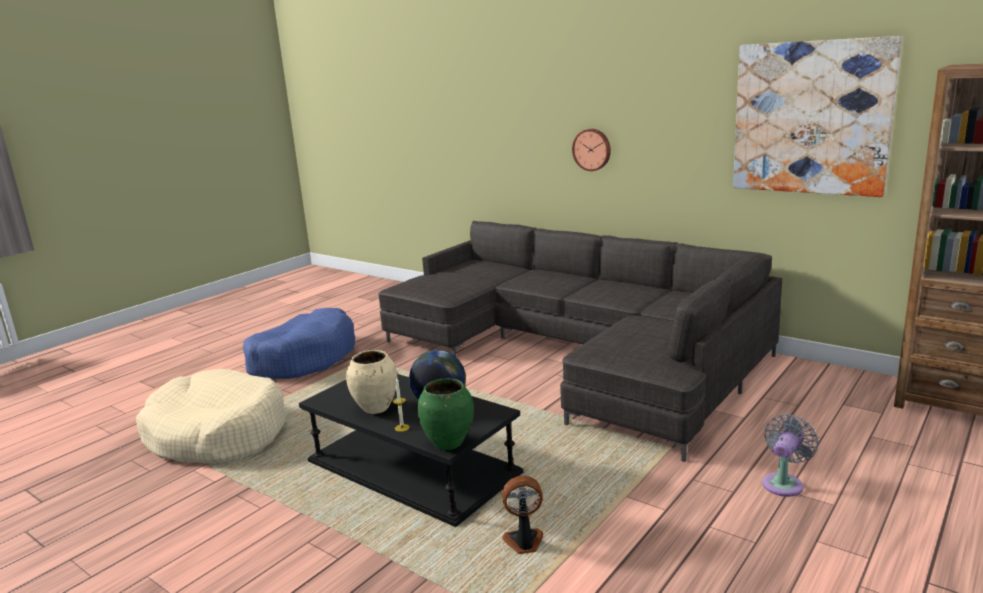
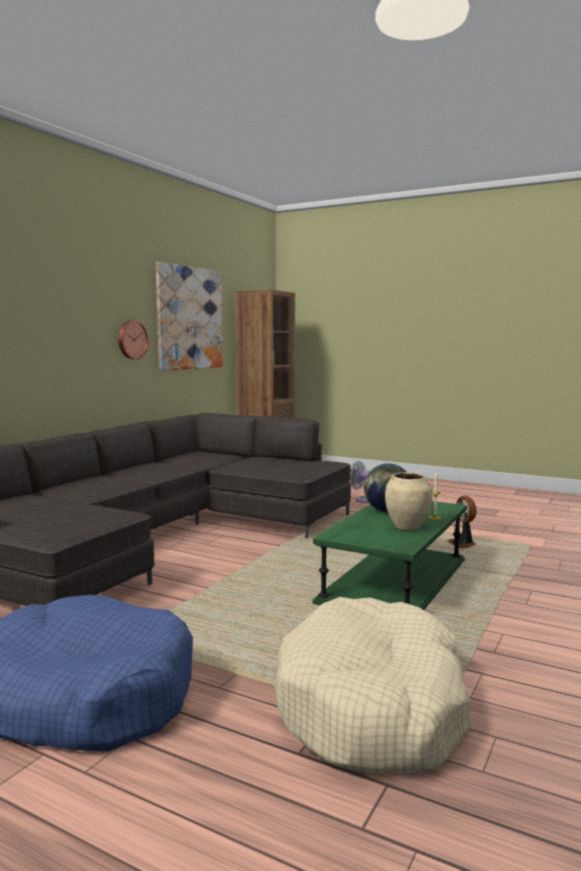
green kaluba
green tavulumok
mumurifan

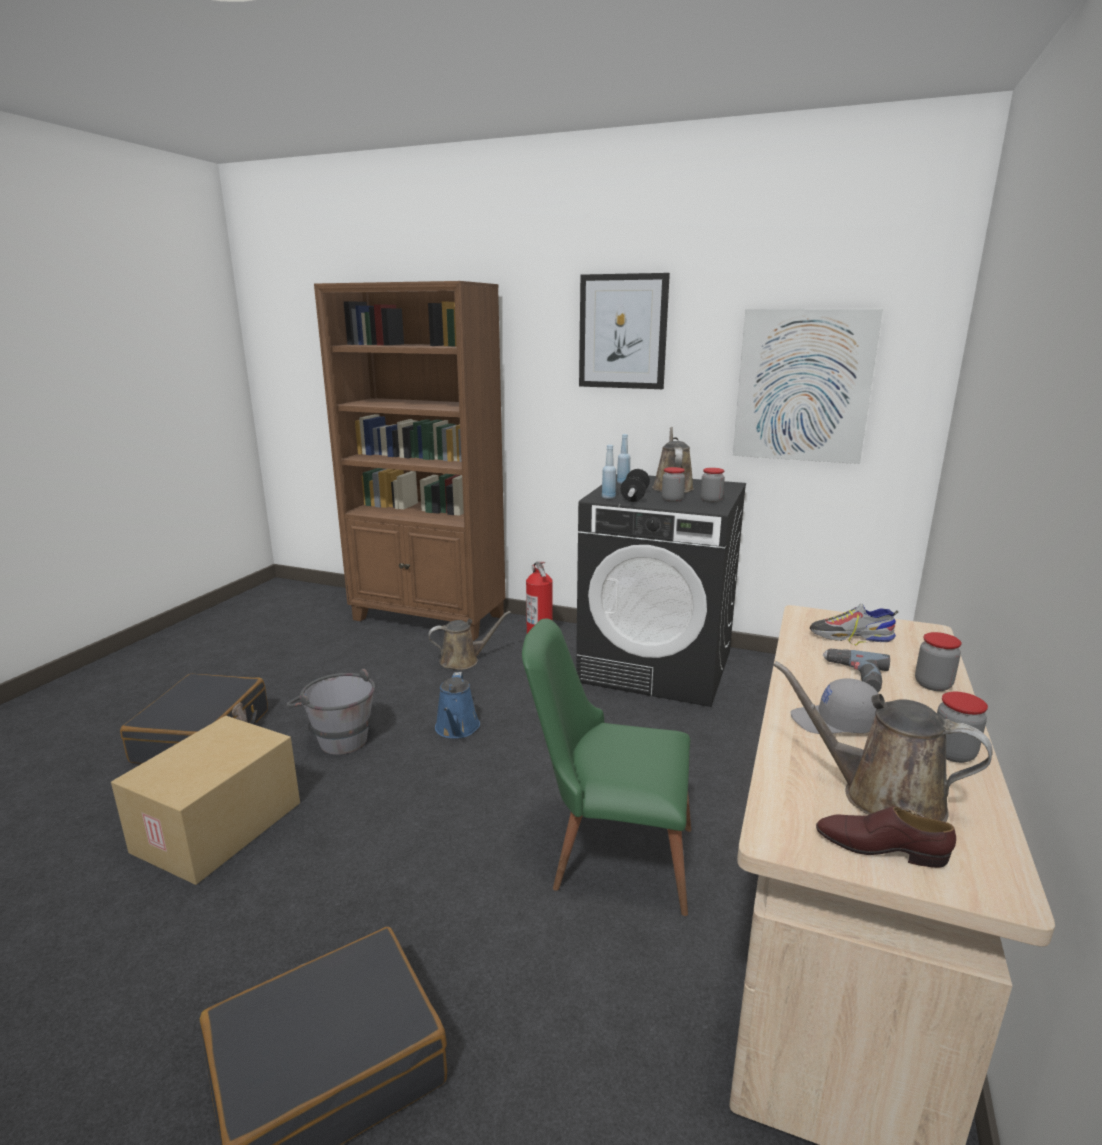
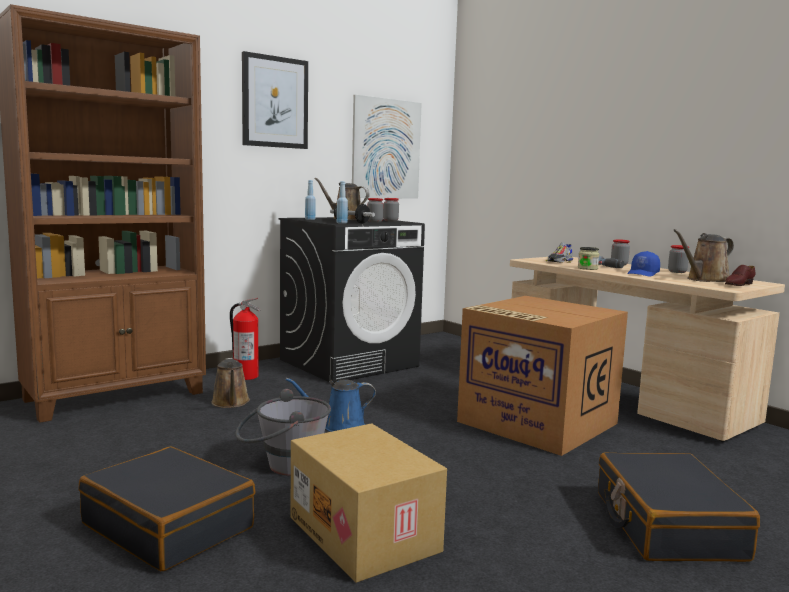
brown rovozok (no. 1 from left)
blue rovozok
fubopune (no. 2 from left)
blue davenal
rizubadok (no. 3 from left)

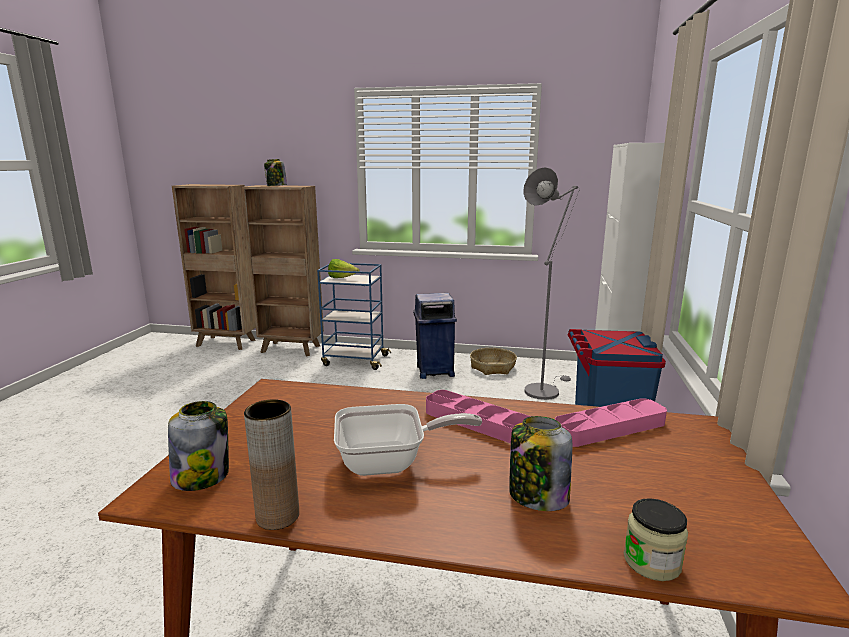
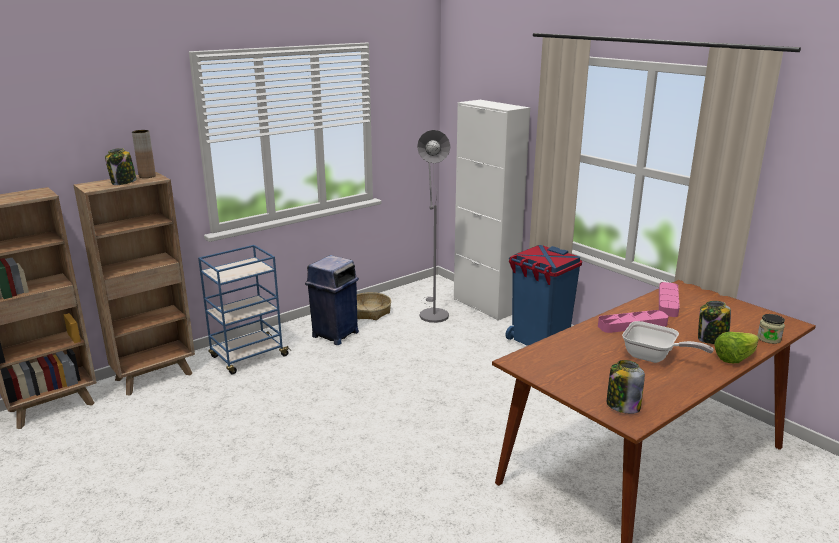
brown tavulumok
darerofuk
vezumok

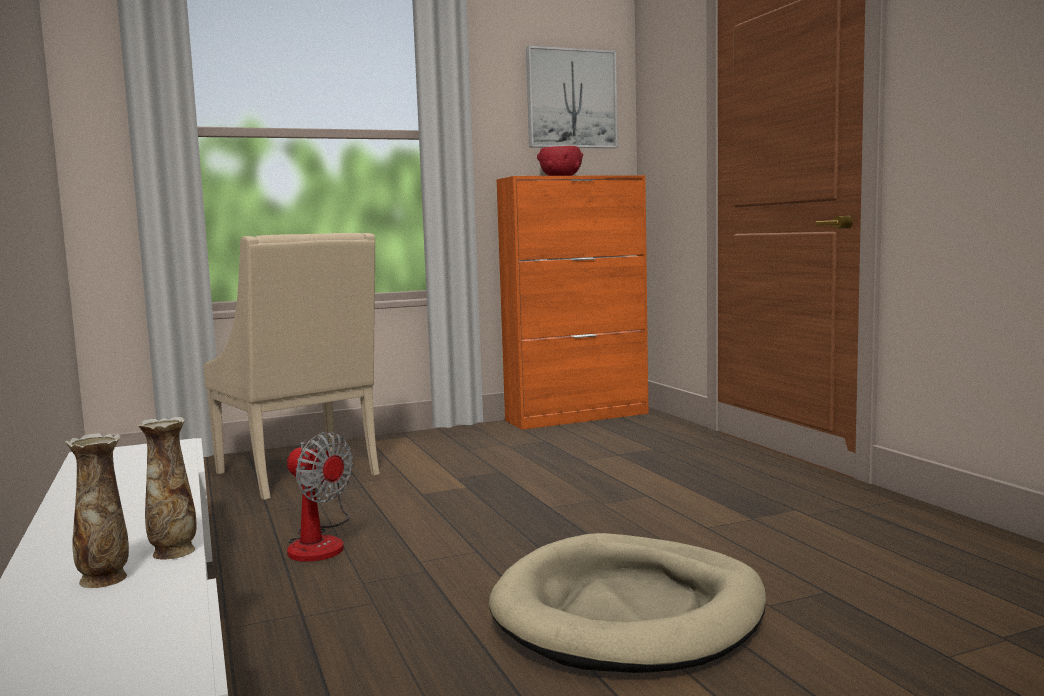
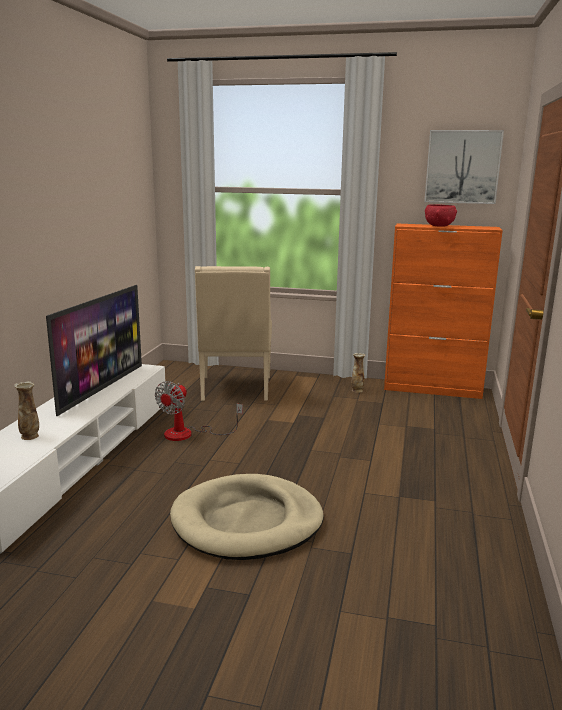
tavulumok (no. 2 from left)
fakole
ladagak

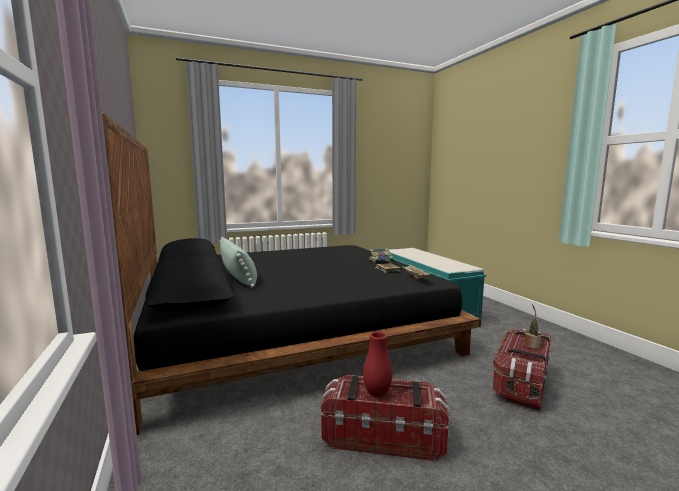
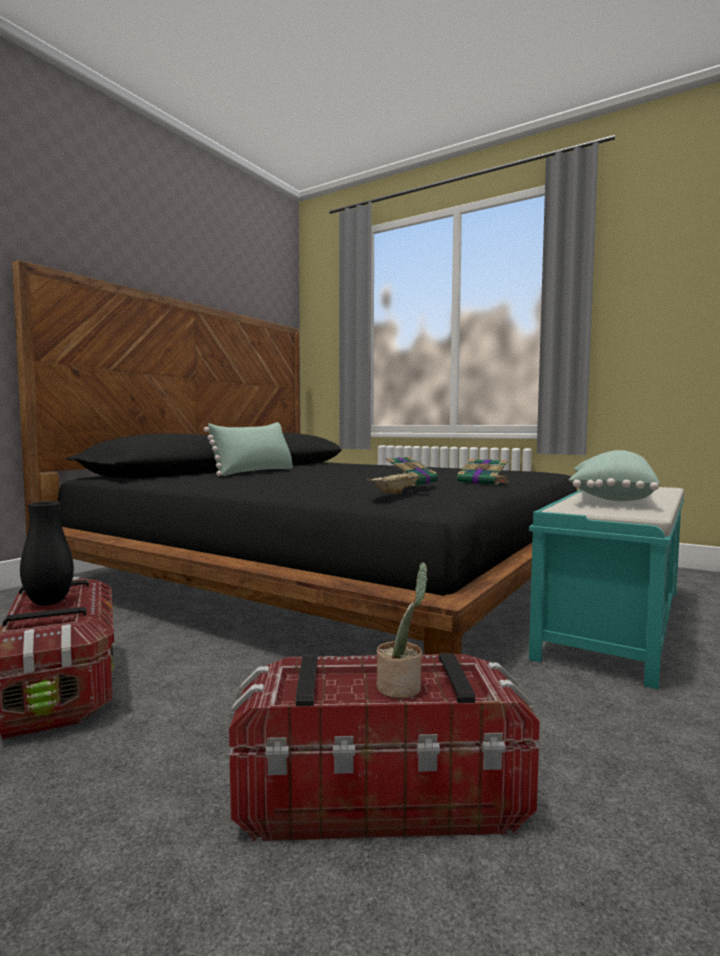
black tavulumok
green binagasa (no. 2 from left)

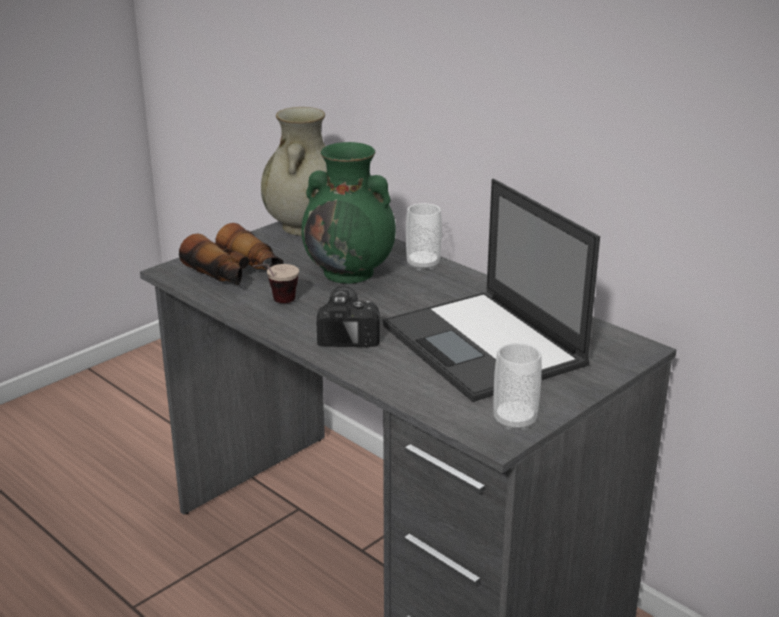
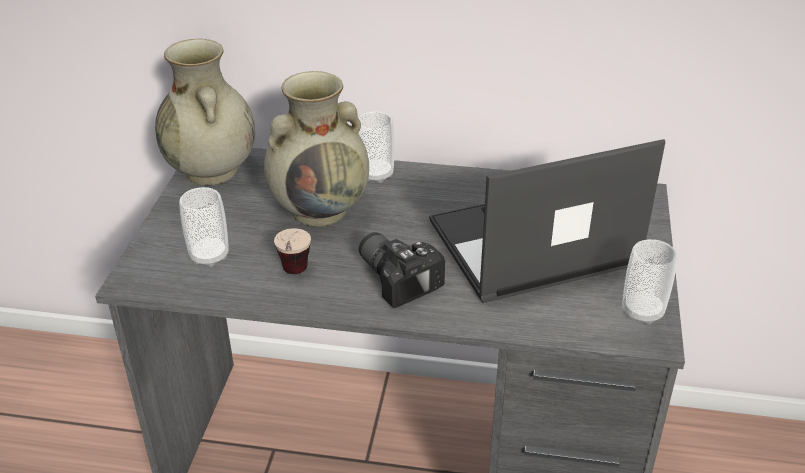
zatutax (no. 1 from left)
beige tavulumok (no. 2 from left)
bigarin

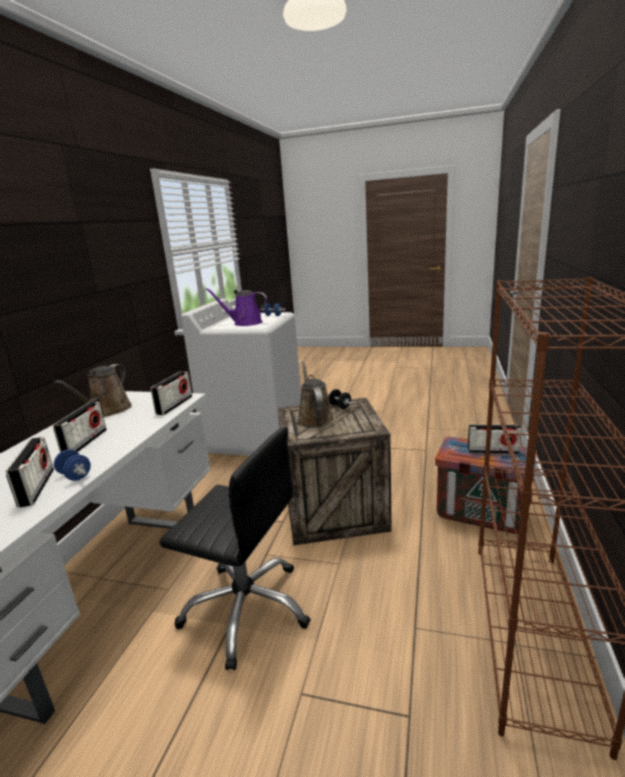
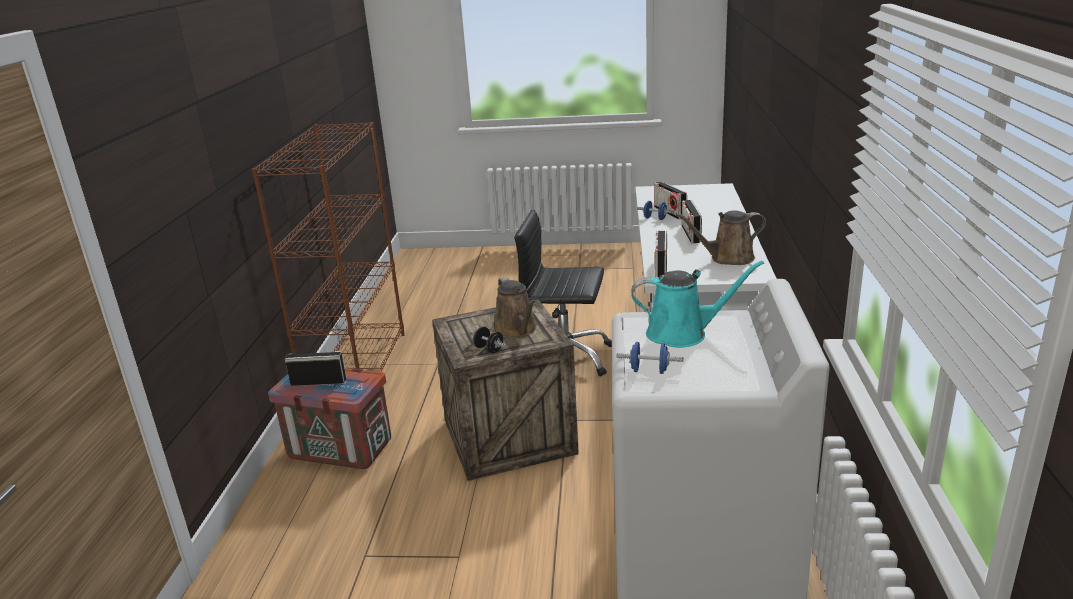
brown rovozok (no. 2 from left)
turquoise rovozok

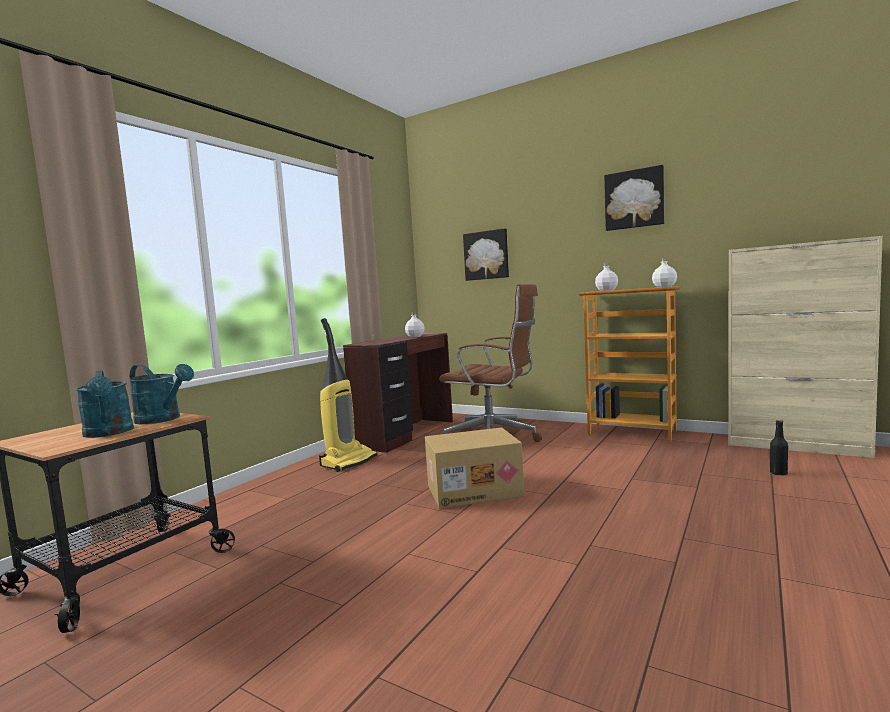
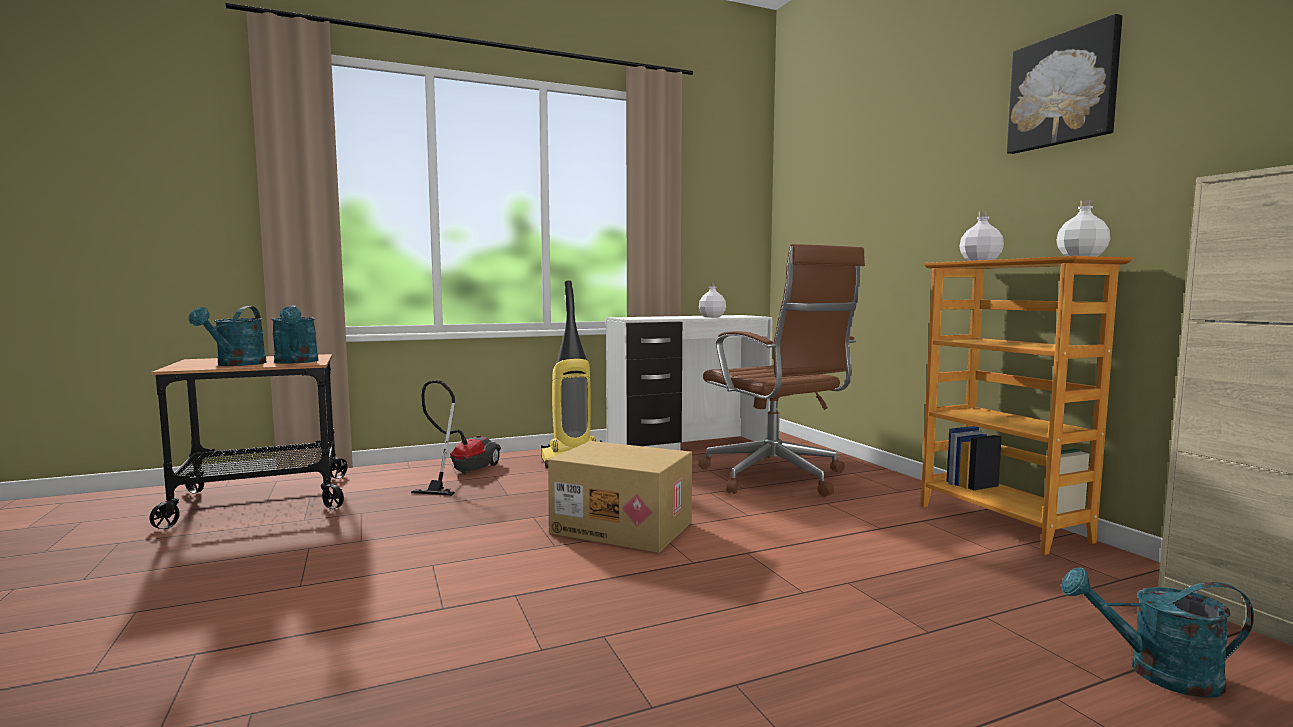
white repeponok
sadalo (no. 1 from left in the first image)
turquoise rovozok (no. 3 from left)
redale (no. 1 from left)

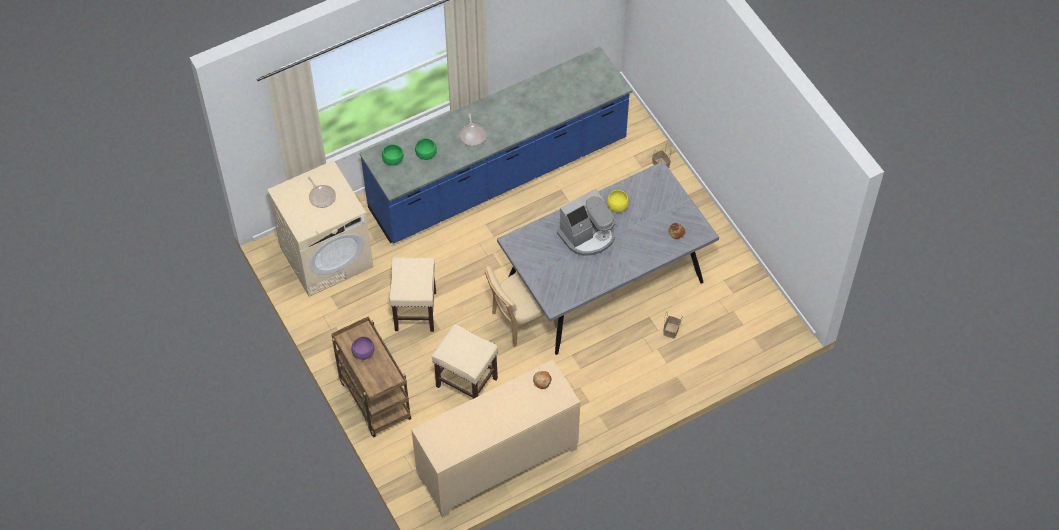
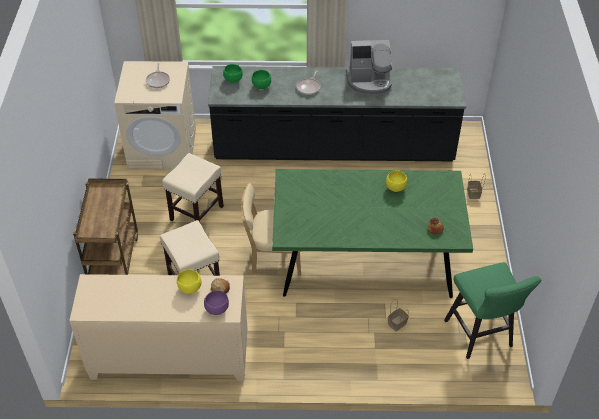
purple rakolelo
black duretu
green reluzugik
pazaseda
yellow rakolelo (no. 1 from left)
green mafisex

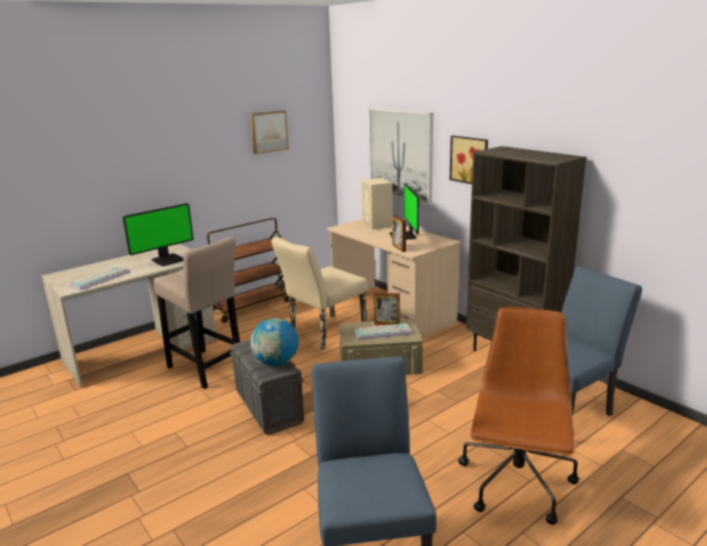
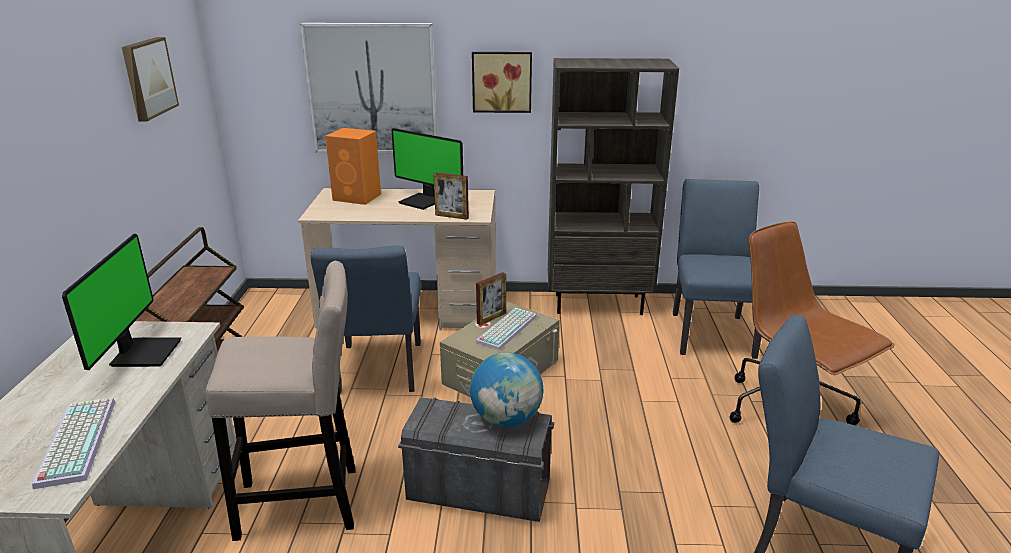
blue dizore (no. 1 from left)
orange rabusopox

